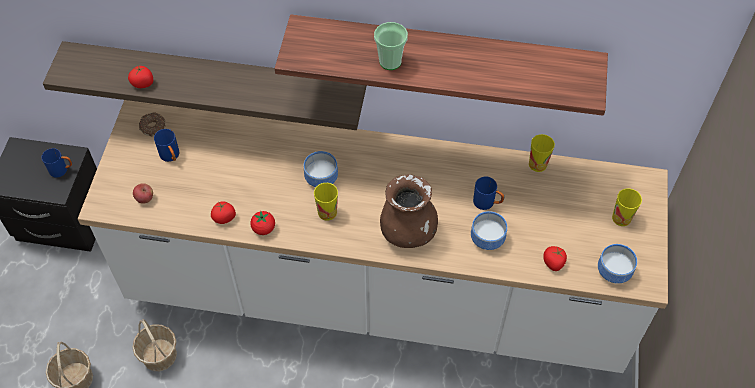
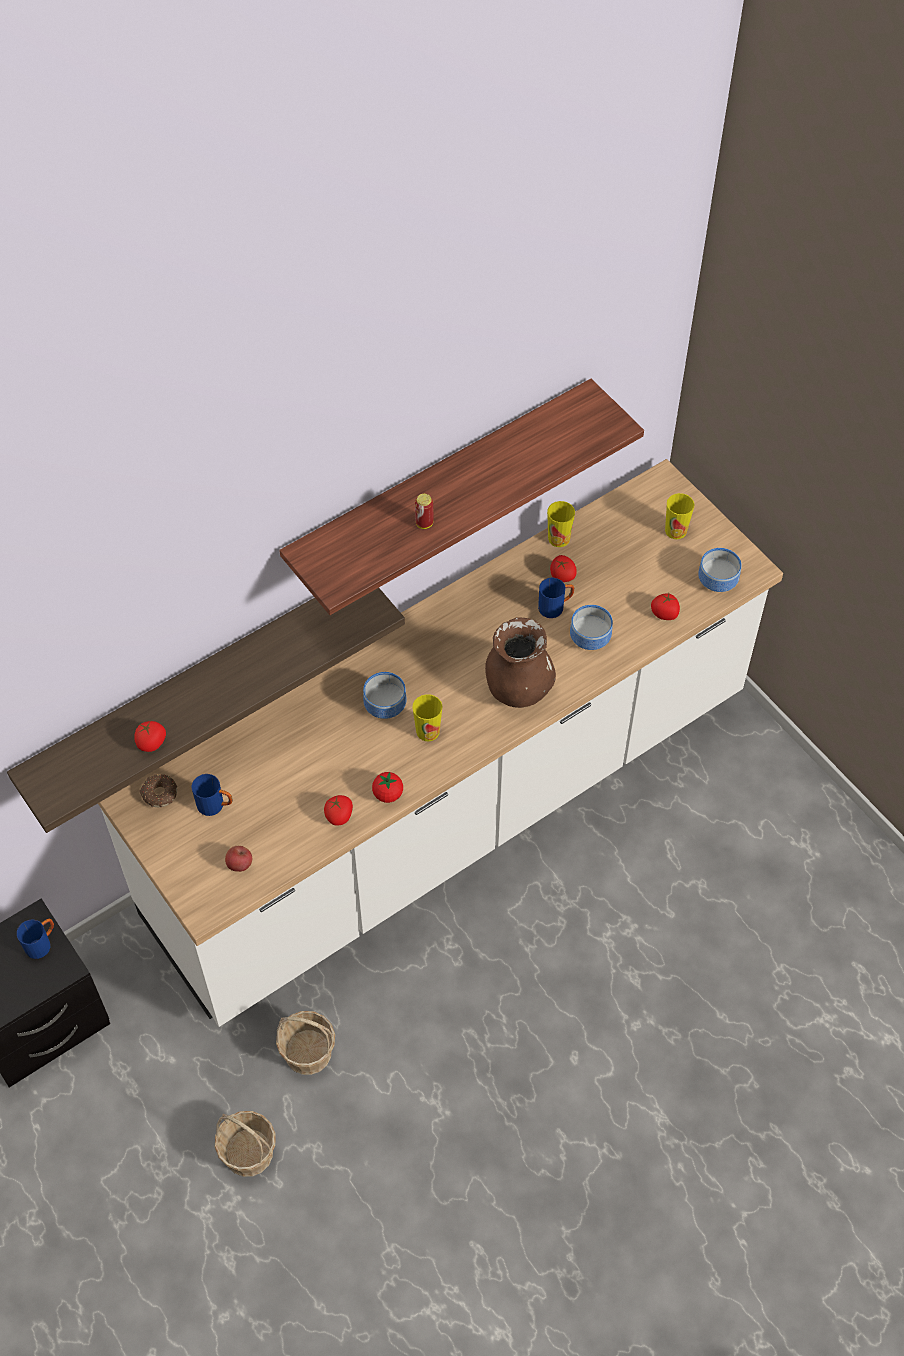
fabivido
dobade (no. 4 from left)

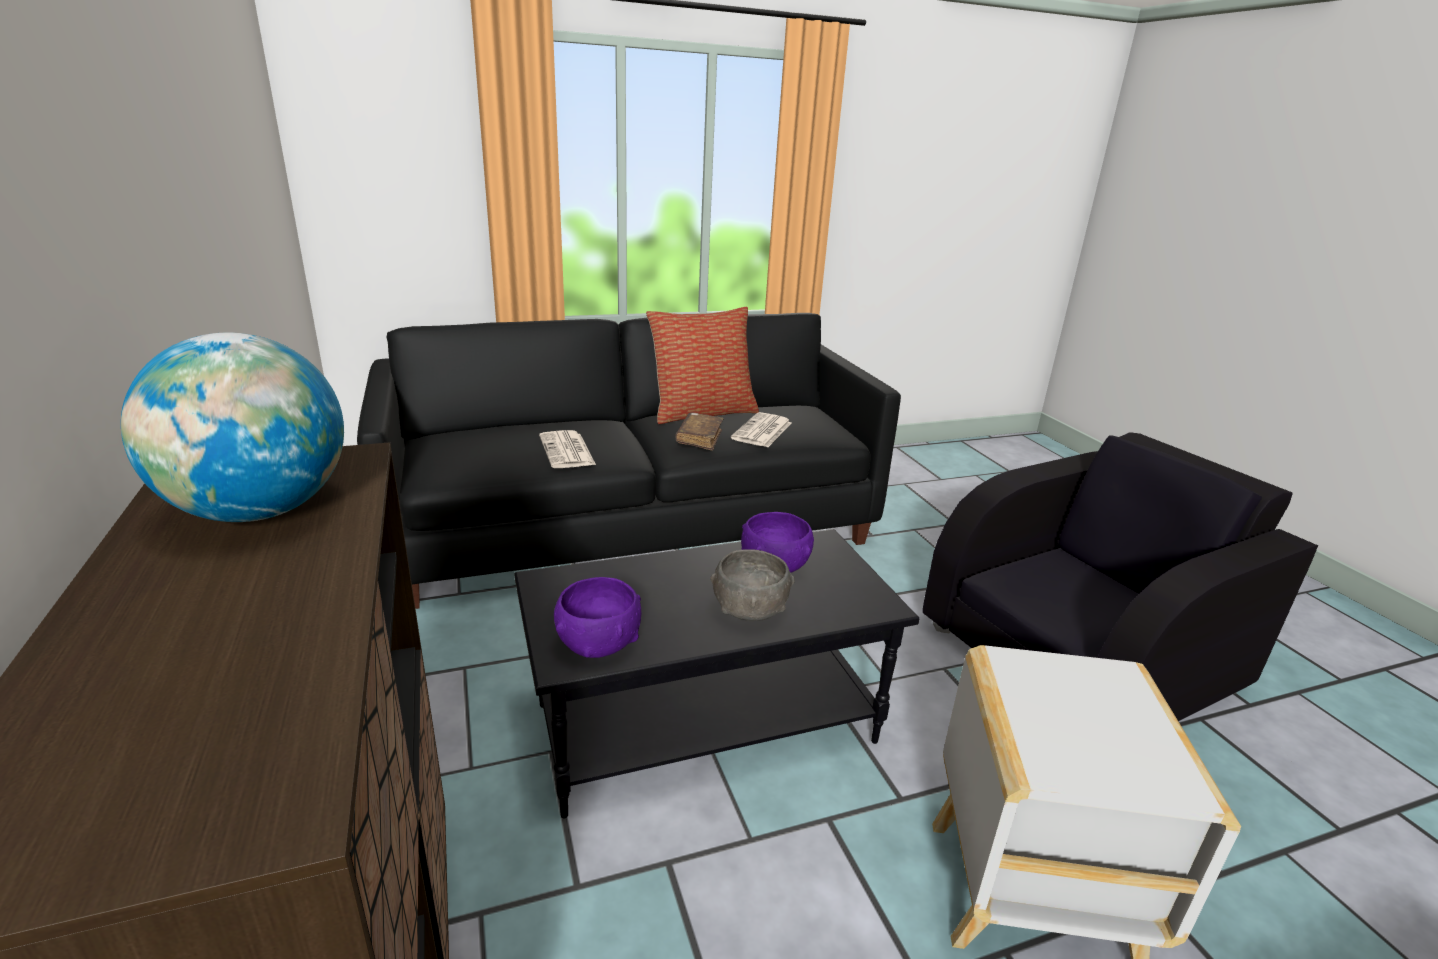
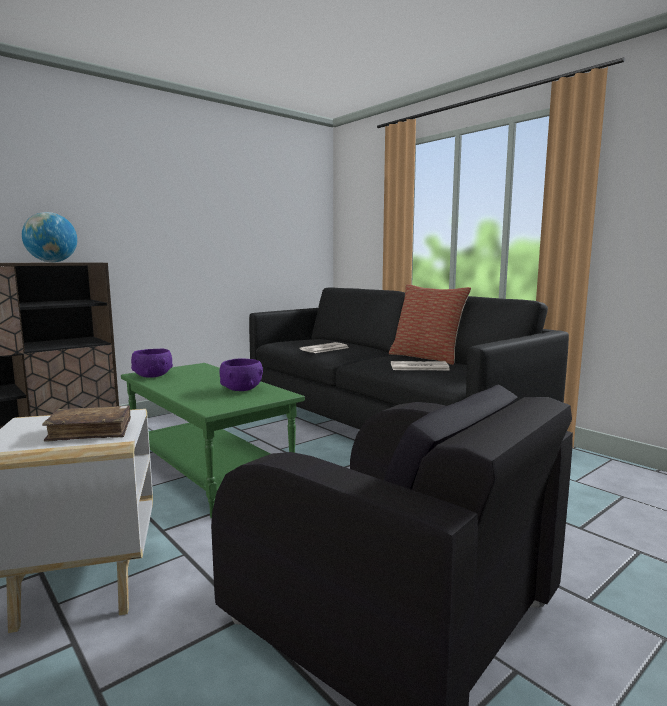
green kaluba
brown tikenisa
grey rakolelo

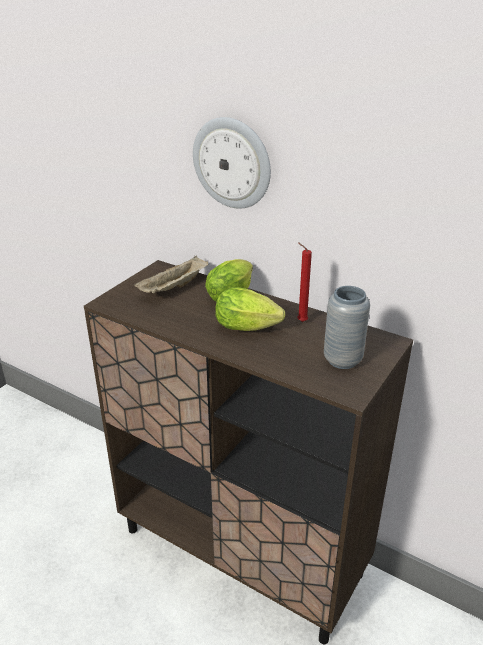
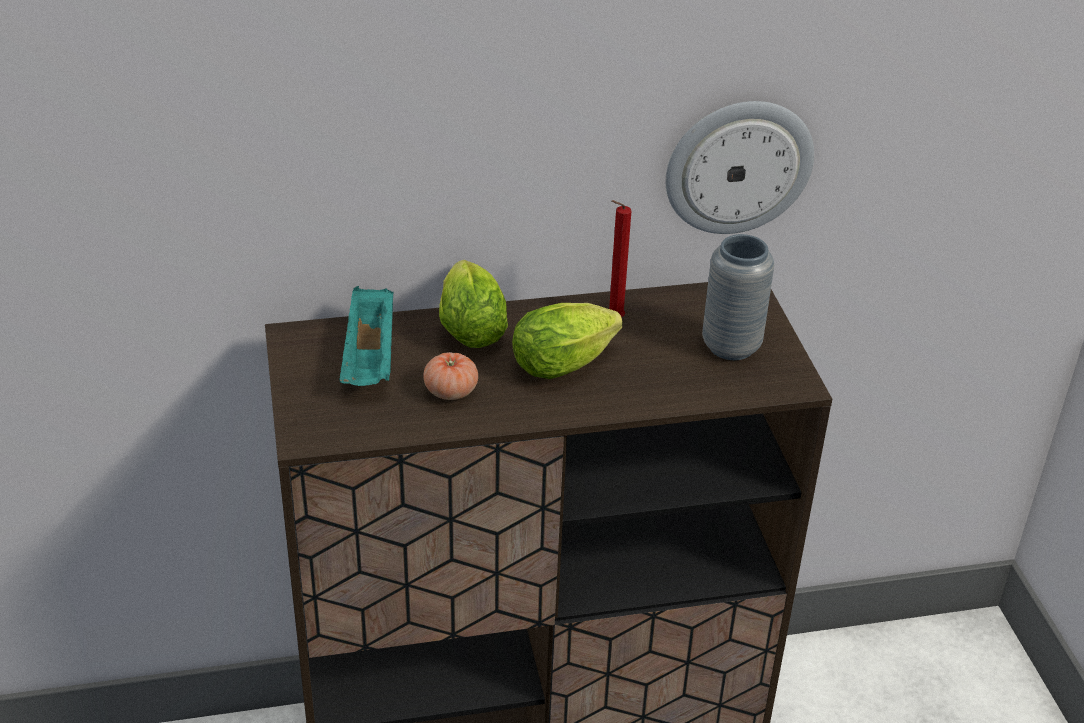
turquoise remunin
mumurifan
dobade

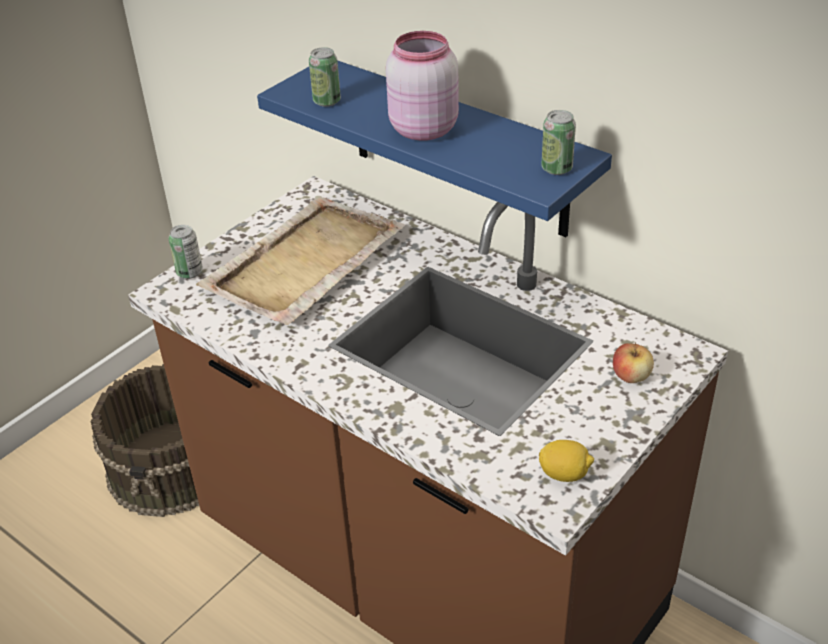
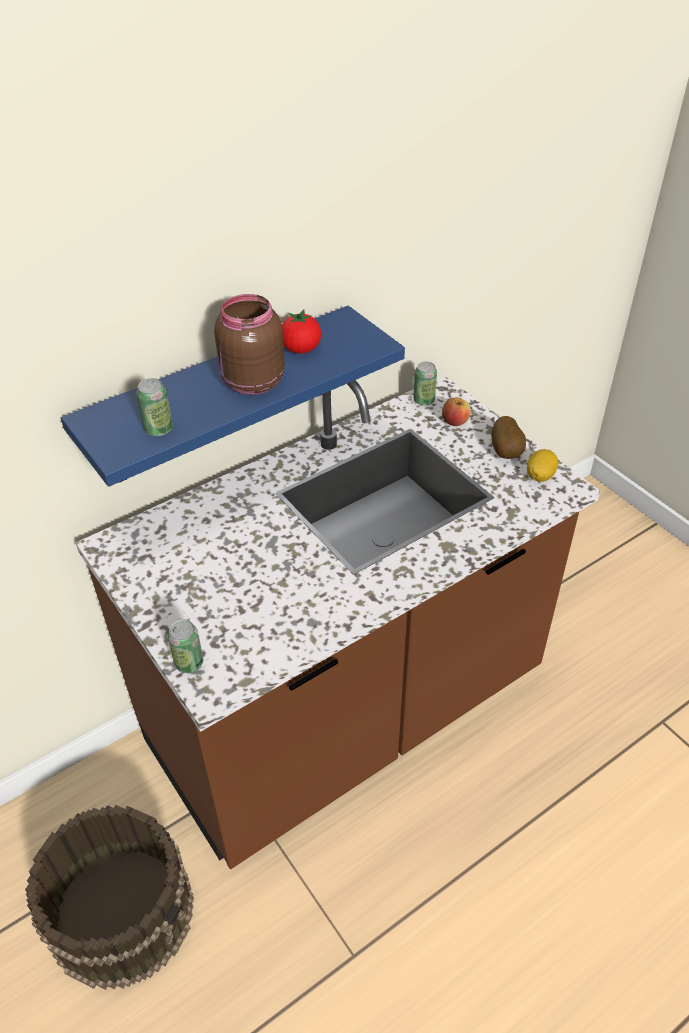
beige remunin
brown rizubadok
fabivido (no. 3 from left)
dobade
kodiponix

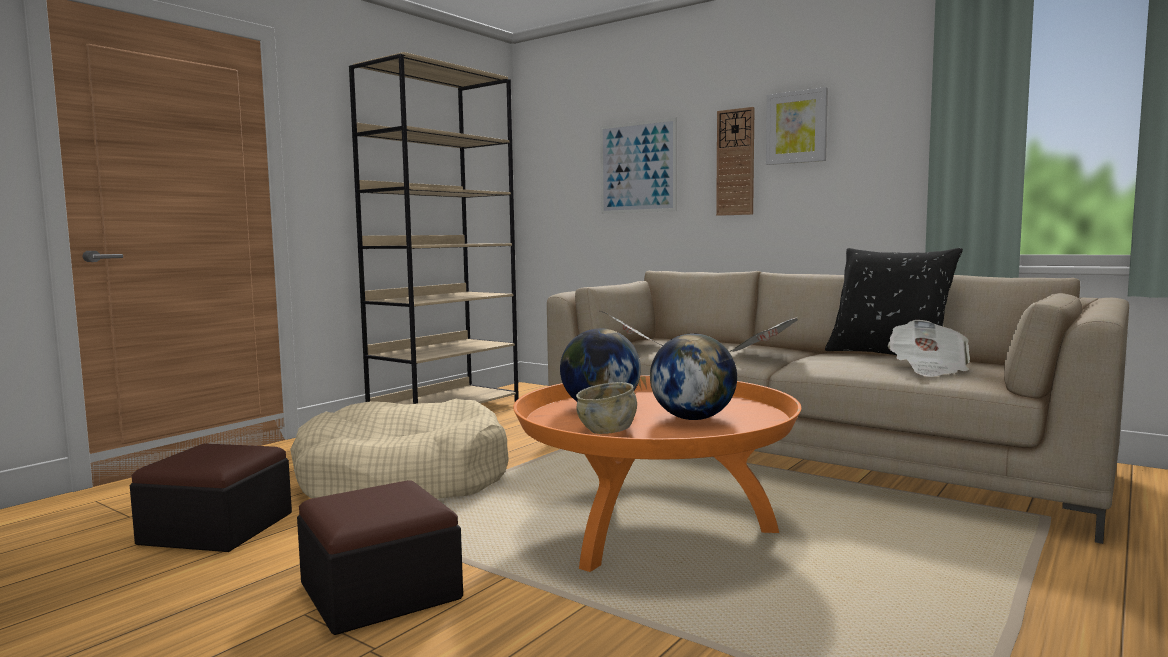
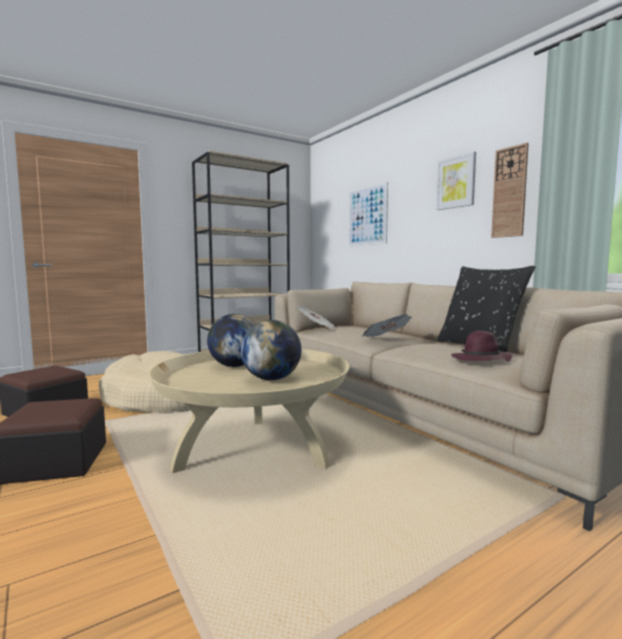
beige kaluba
beige rakolelo
mumurifan
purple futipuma

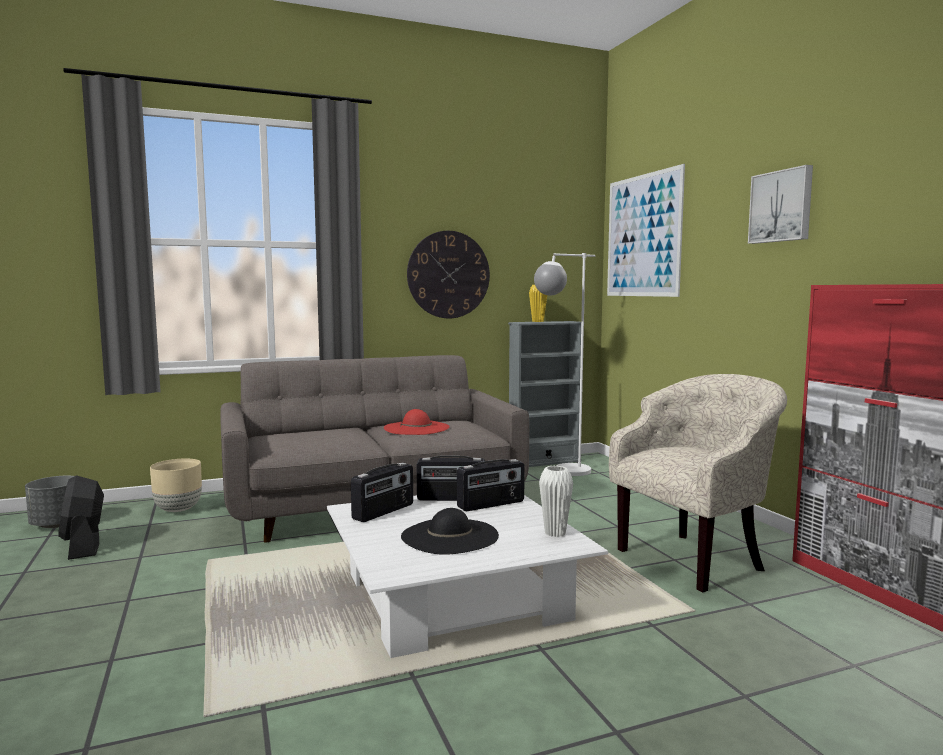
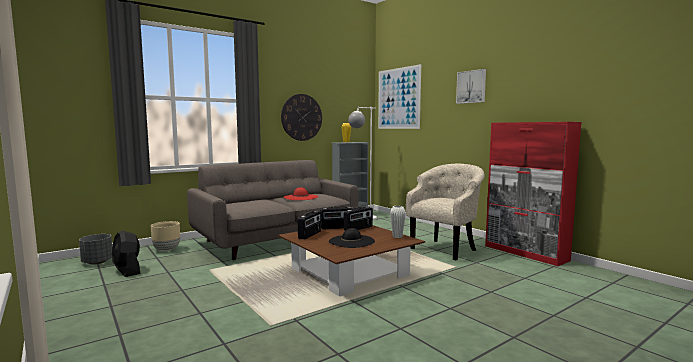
brown kaluba

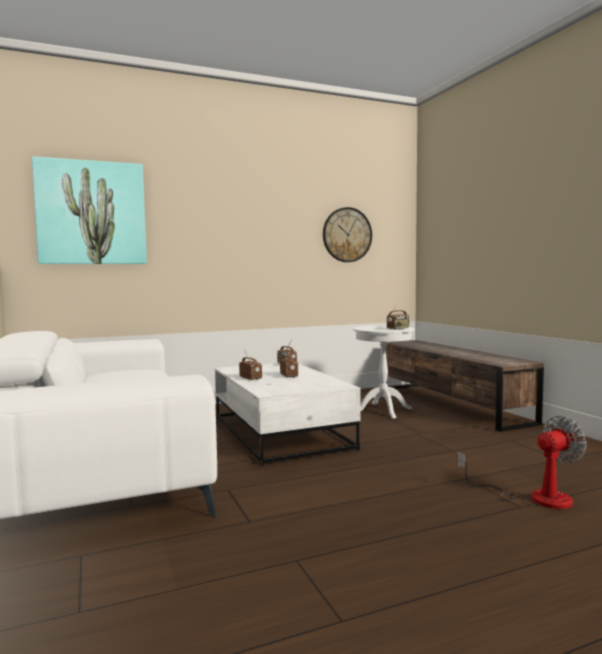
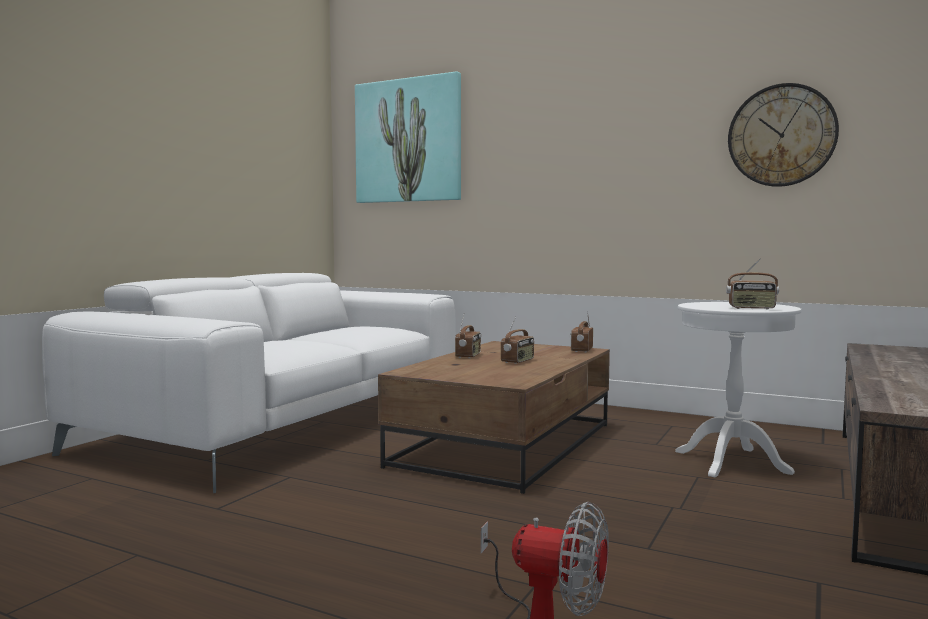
brown kaluba

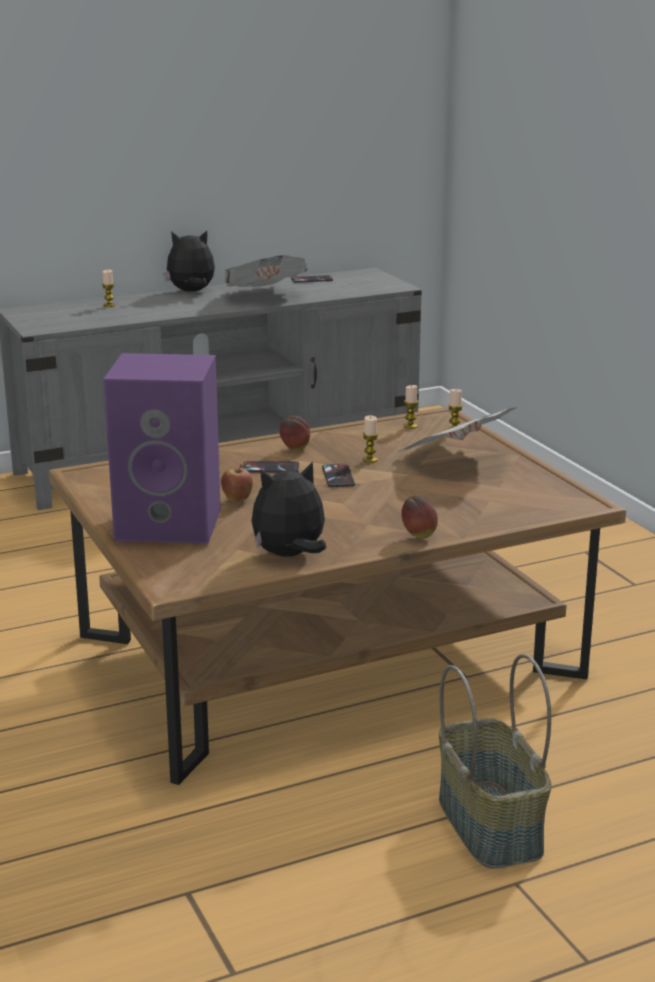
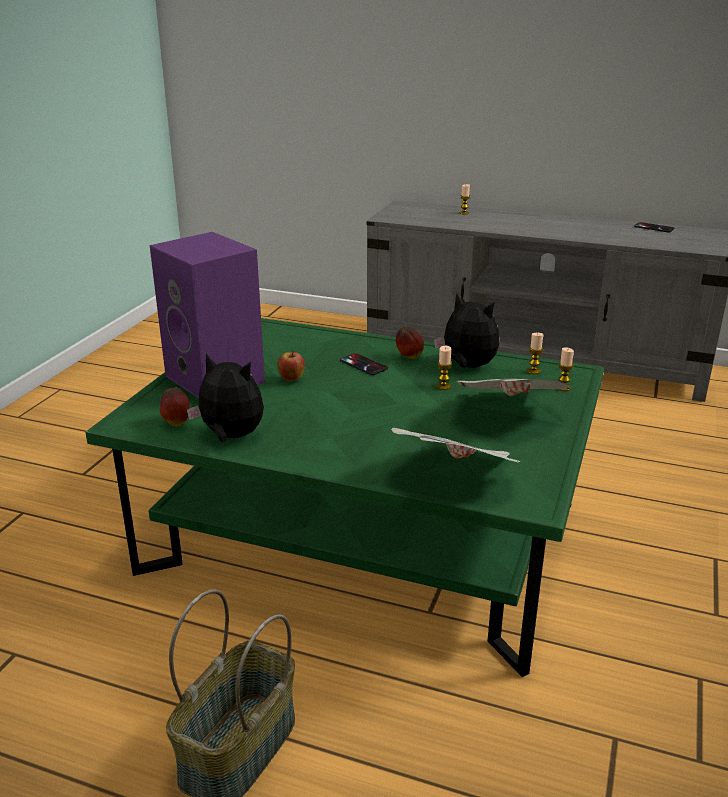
green kaluba
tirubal (no. 2 from left)
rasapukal (no. 1 from left)
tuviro (no. 3 from left in the first image)
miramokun (no. 1 from left)

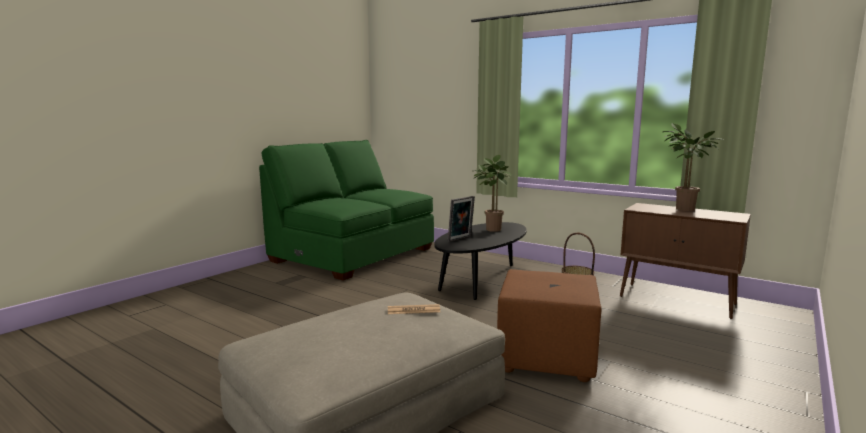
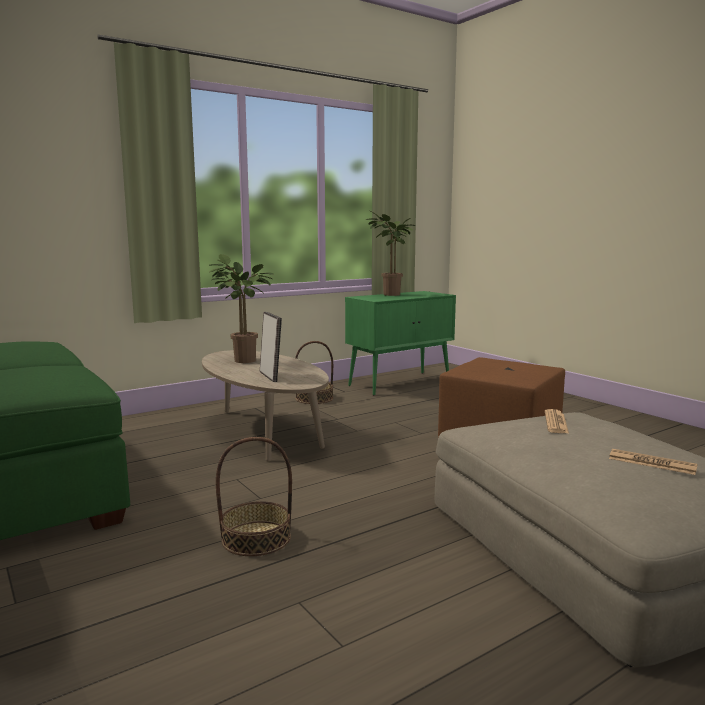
beige kaluba
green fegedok
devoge (no. 1 from left)
rasapukal (no. 2 from left)

